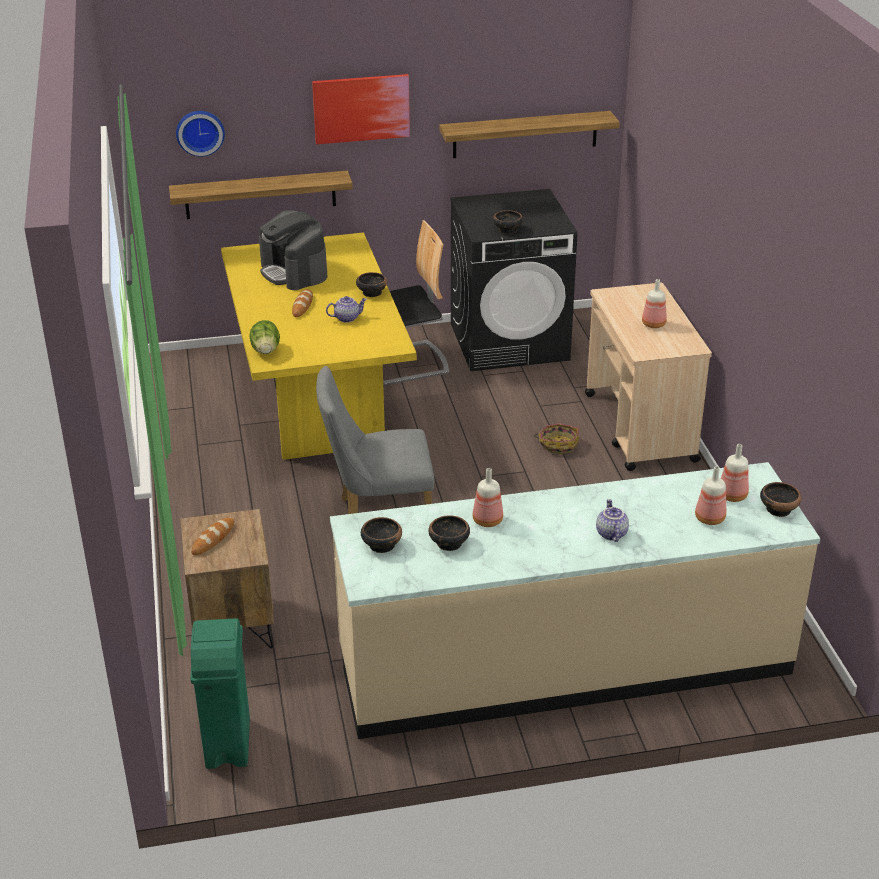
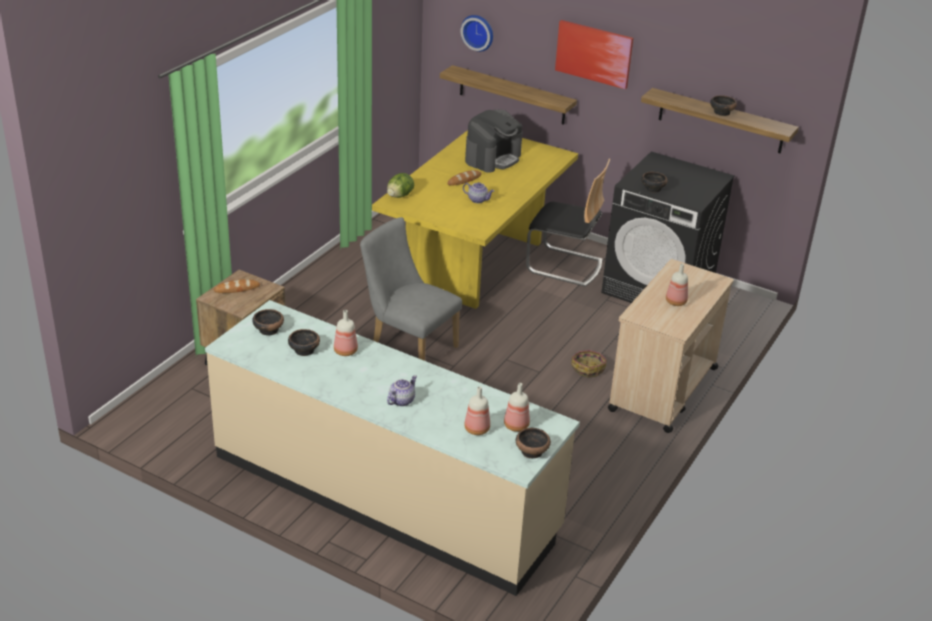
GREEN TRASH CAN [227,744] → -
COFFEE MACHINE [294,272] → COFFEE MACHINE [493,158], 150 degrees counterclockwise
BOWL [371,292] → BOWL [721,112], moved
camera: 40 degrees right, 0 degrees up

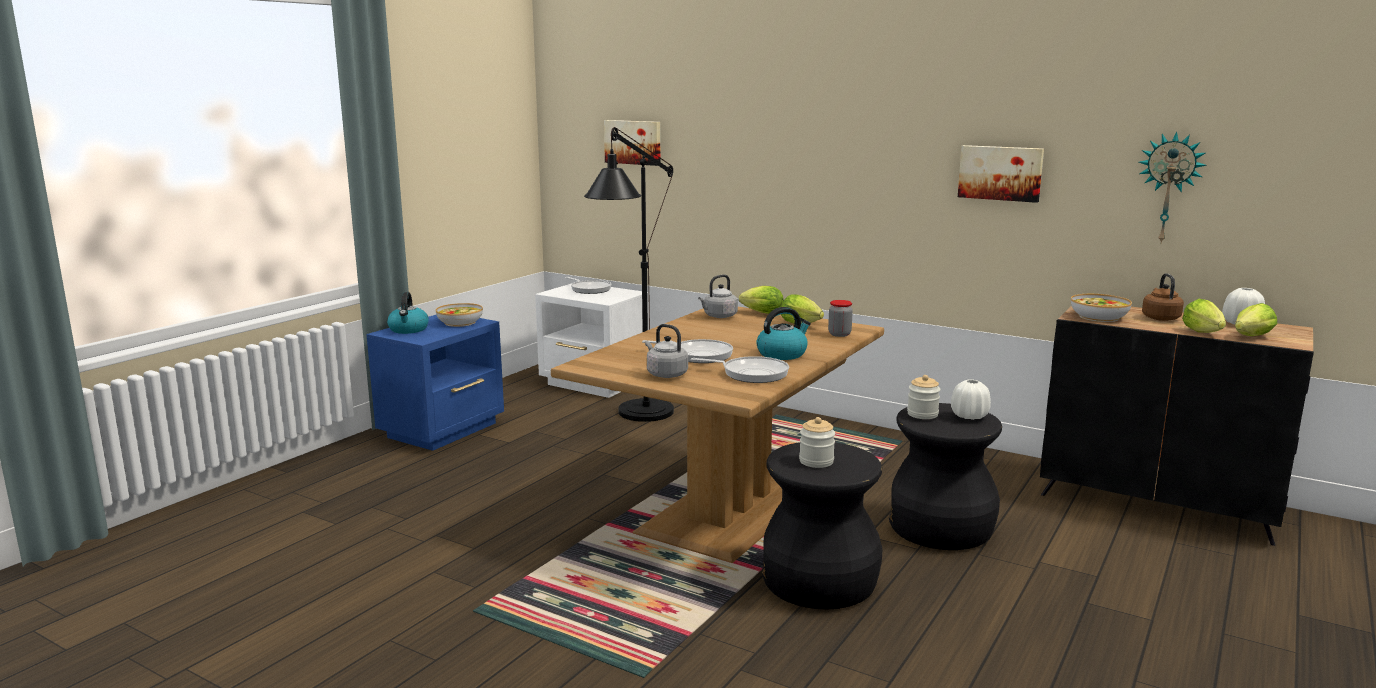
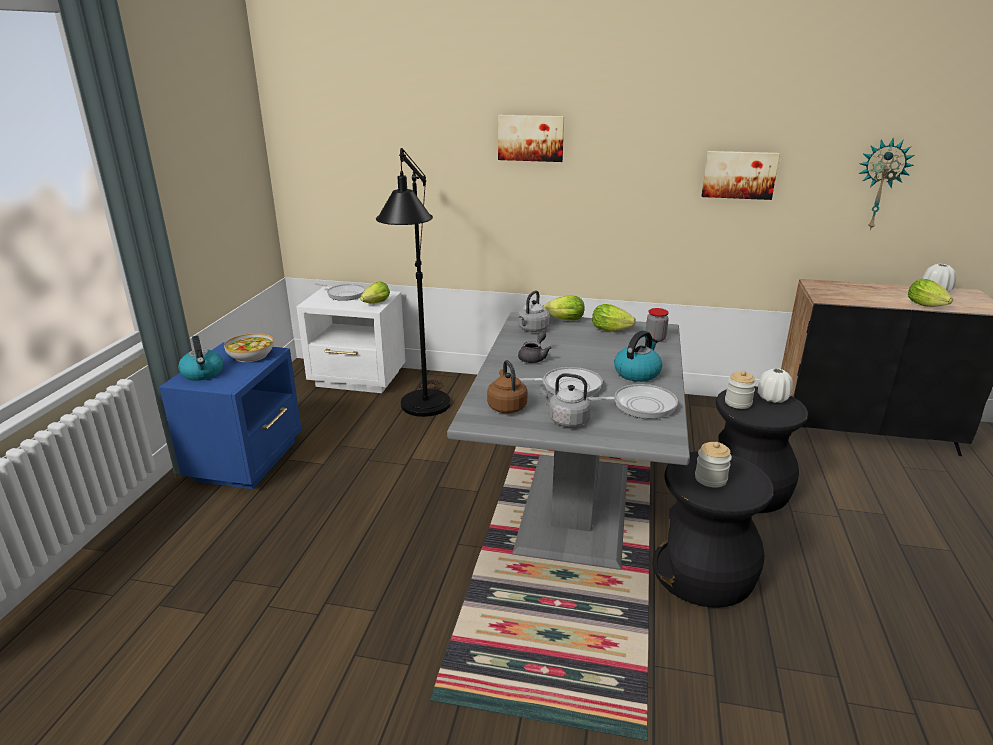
BROWN DINING TABLE [727,510] → GREY DINING TABLE [572,507]
PICTURE [633,142] → PICTURE [531,138], moved
BOWL [1099,317] → -
BROWN KETTLE [1160,318] → BROWN KETTLE [506,406], moved
LETTUCE [1250,337] → LETTUCE [375,304], moved
- → GREY TEAPOT [534,357]
camera: 20 degrees left, 10 degrees up

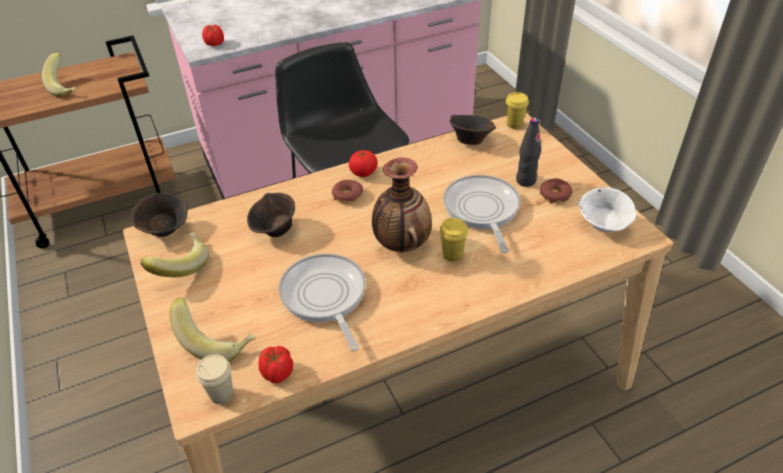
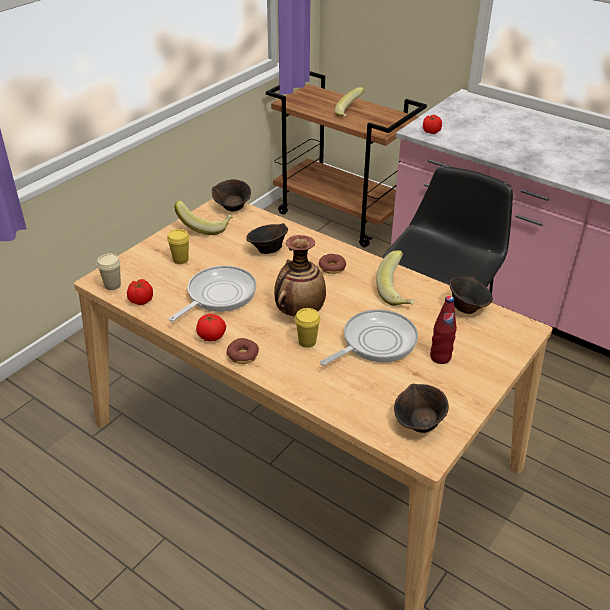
BANANA [217,341] → BANANA [398,293], moved
TOMATO [363,172] → TOMATO [211,337], moved
YELLOW CUP [514,124] → YELLOW CUP [180,260], moved
BLACK BOTTLE [525,181] → RED BOTTLE [440,357]
DONUT [555,195] → DONUT [243,355], moved
WHITE BOWL [603,226] → BROWN BOWL [419,424]
camera: 60 degrees right, 5 degrees down

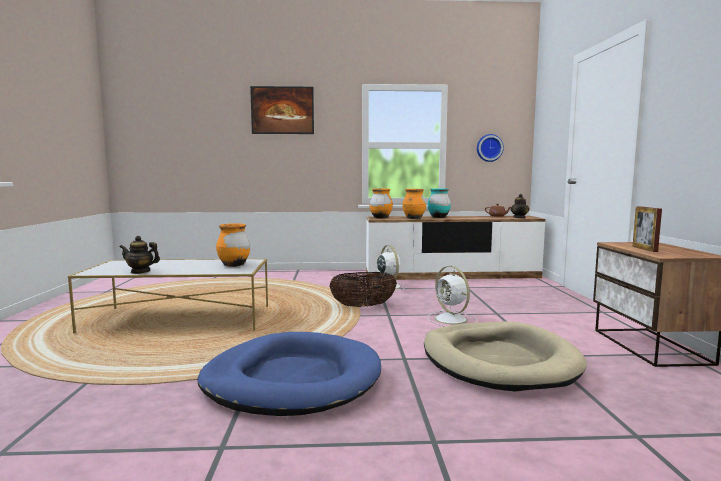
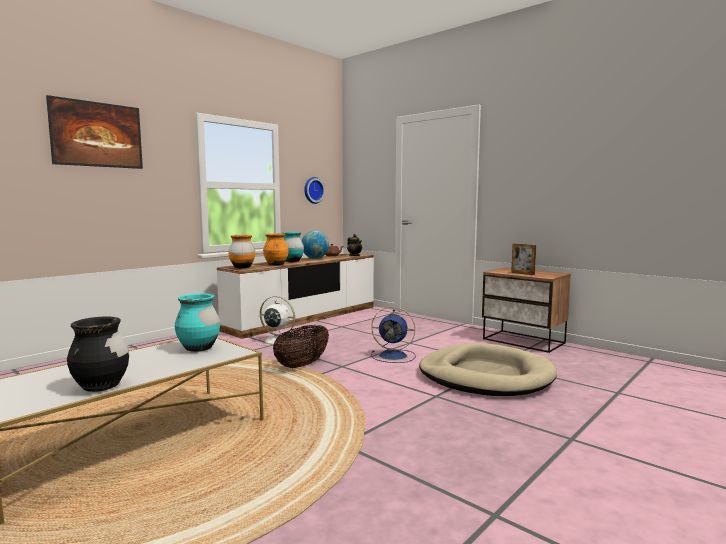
TEAPOT [140,271] → BLACK VASE [101,386]
BLUE DOG BED [292,379] → -
ORANGE VASE [234,265] → TURQUOISE VASE [199,348]
WHITE FAN [452,320] → BLUE FAN [394,356]
- → GLOBE [315,258]
camera: 45 degrees left, 0 degrees up

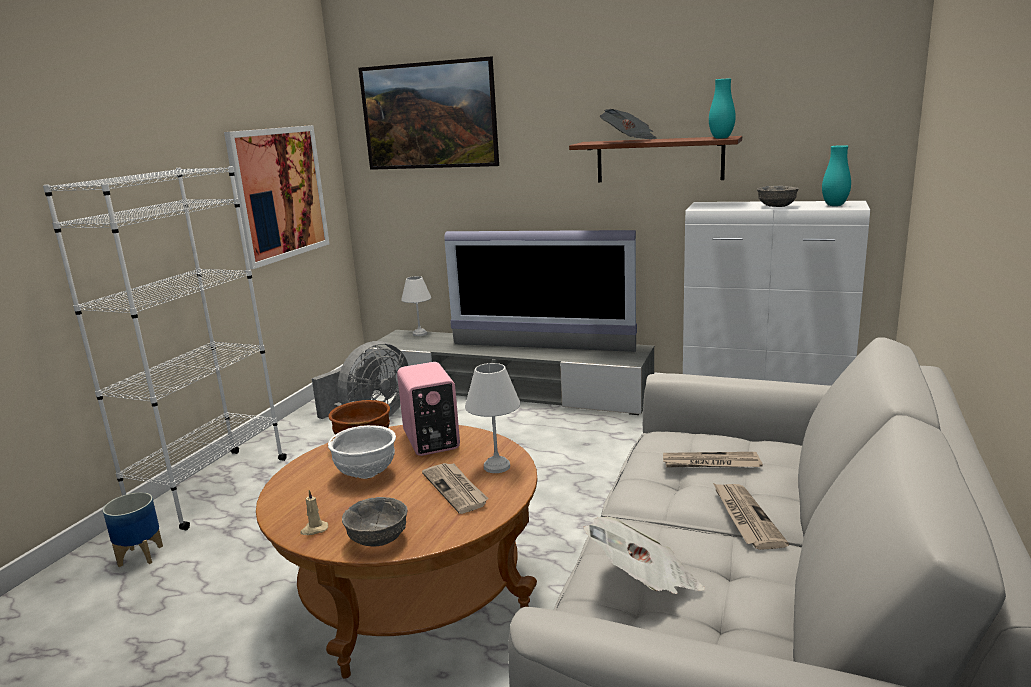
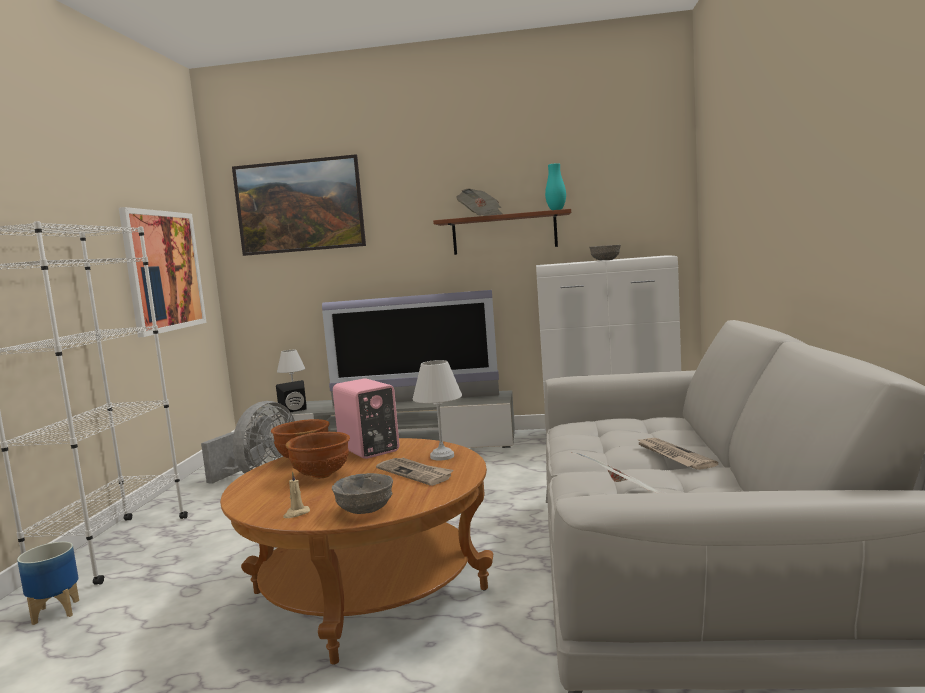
WHITE BOWL [367,474] → BROWN BOWL [322,475]
NEWSPAPER [710,463] → -
TURQUOISE VASE [834,205] → -
- → BLACK SPEAKER [295,411]
camera: 15 degrees left, 10 degrees down

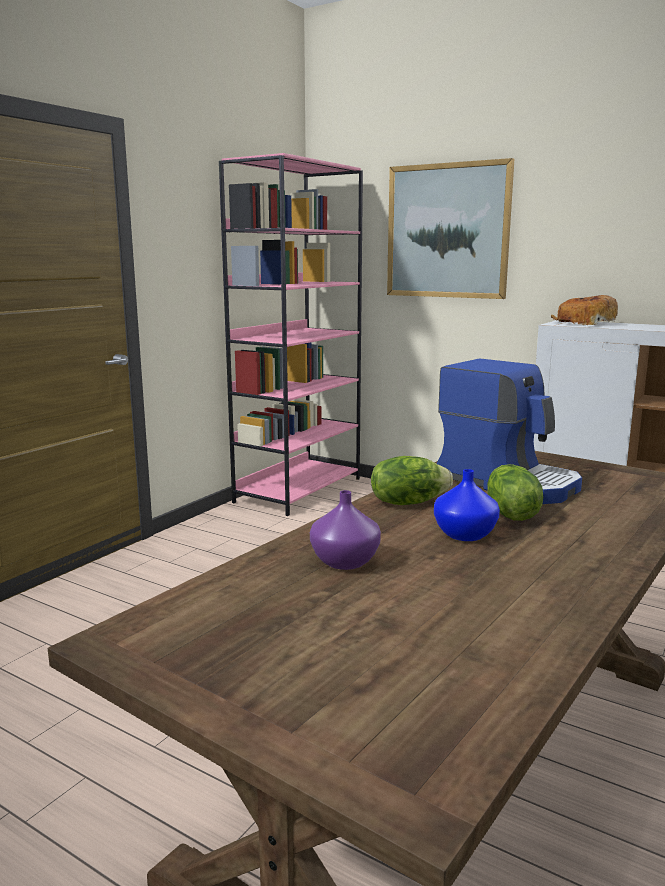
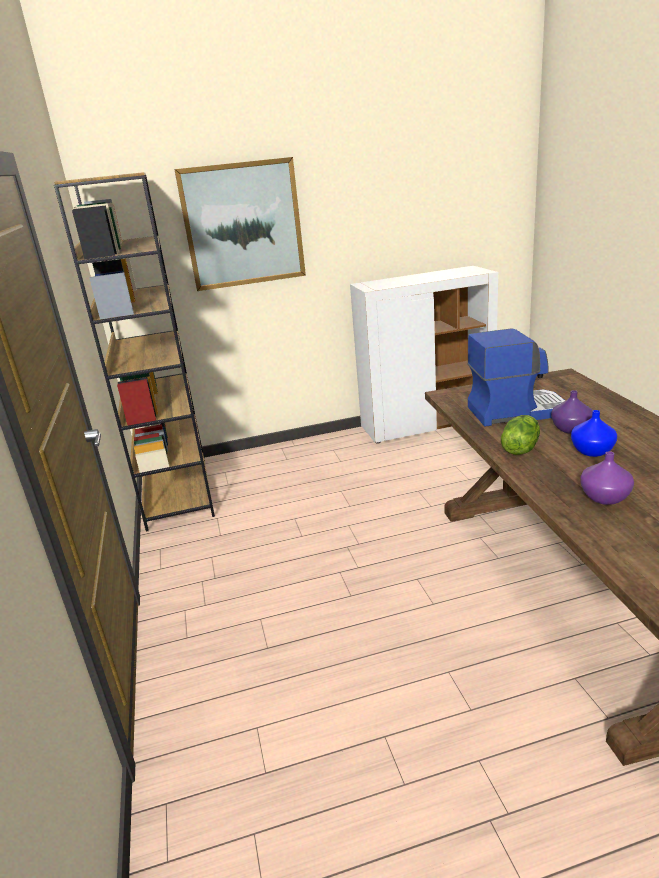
PINK BOOKCASE [298,490] → BROWN BOOKCASE [177,492]
LETTUCE [510,514] → PURPLE VASE [571,429]
BREAD [584,323] → -
camera: 45 degrees left, 10 degrees up

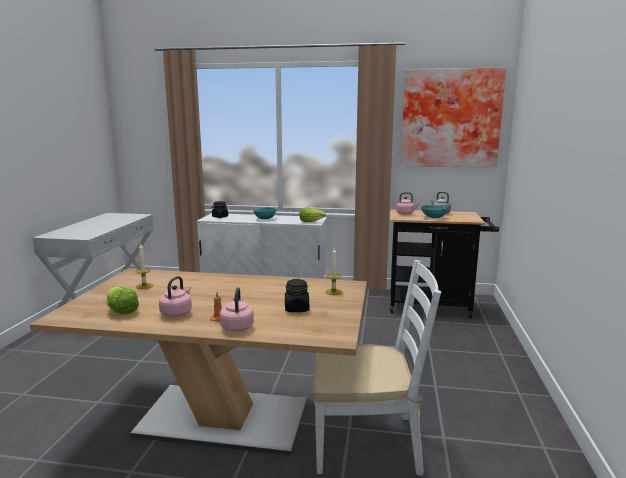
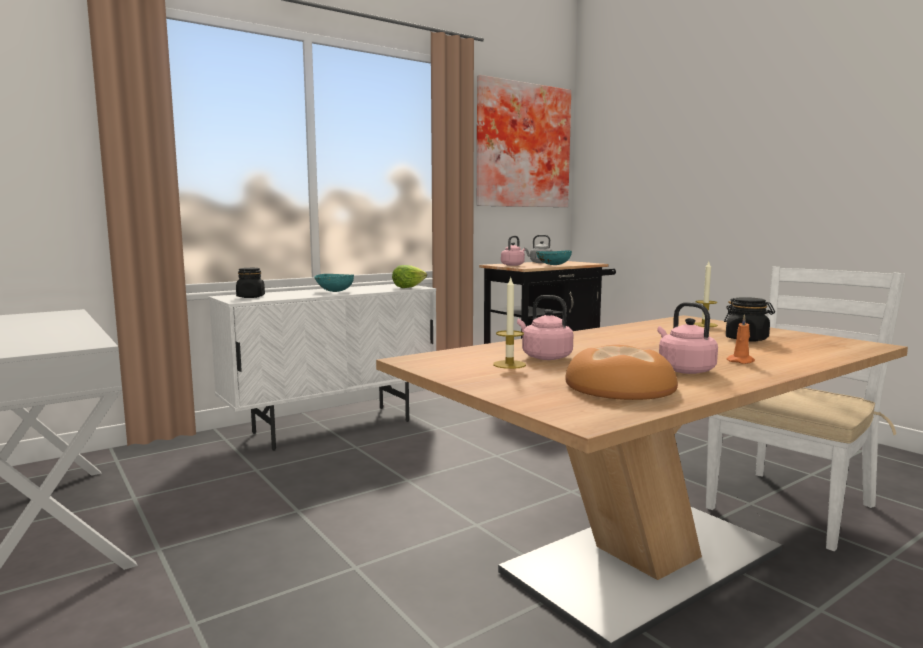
LETTUCE [121,311] → BREAD [620,387]
PINK KETTLE [237,327] → PINK KETTLE [544,357], moved
camera: 45 degrees left, 5 degrees down

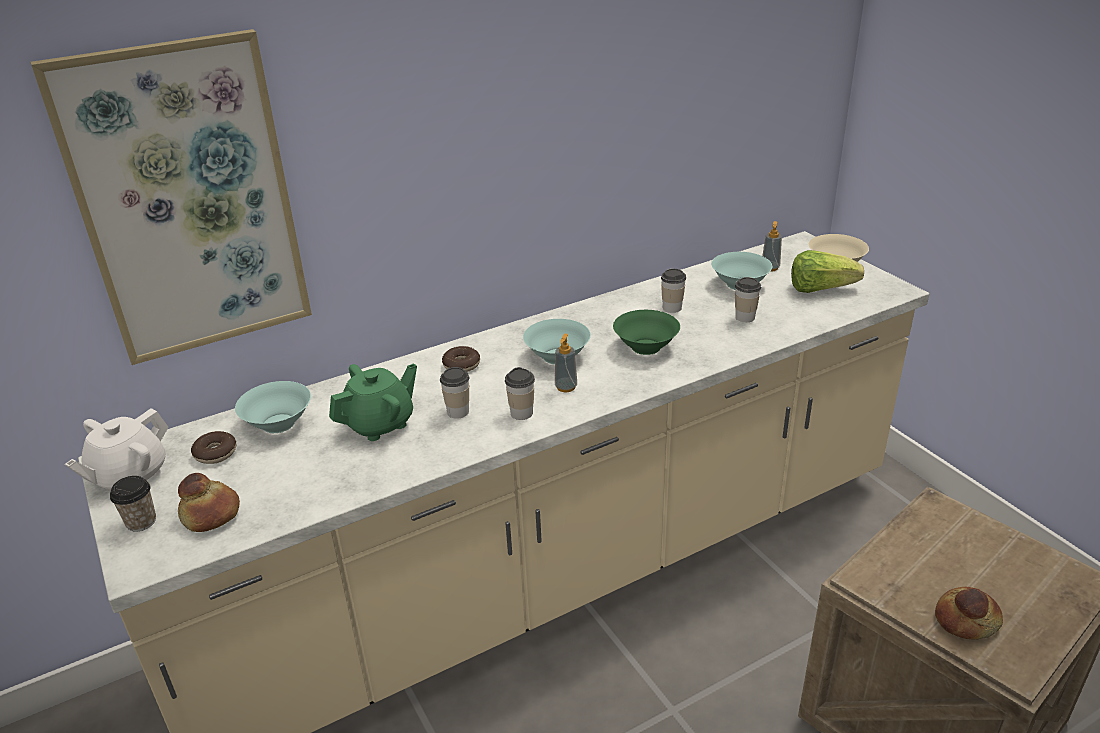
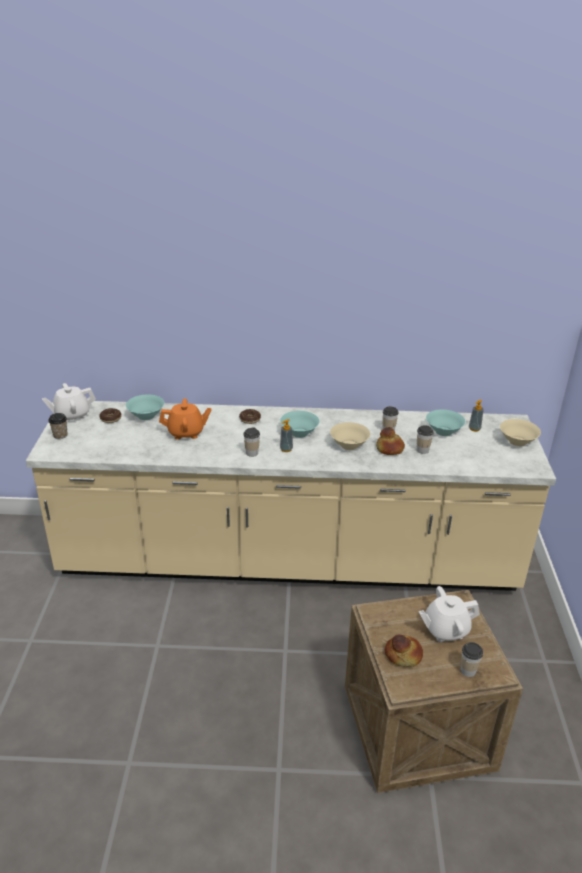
PICTURE [188,202] → -
BREAD [210,515] → BREAD [389,449], moved
GREEN TEAPOT [380,424] → ORANGE TEAPOT [186,433]
CUP [458,412] → CUP [468,670], moved
GREEN BOWL [645,347] → BEIGE BOWL [348,445]
LETTUCE [820,289] → -
- → WHITE TEAPOT [445,630]
camera: 30 degrees right, 0 degrees up

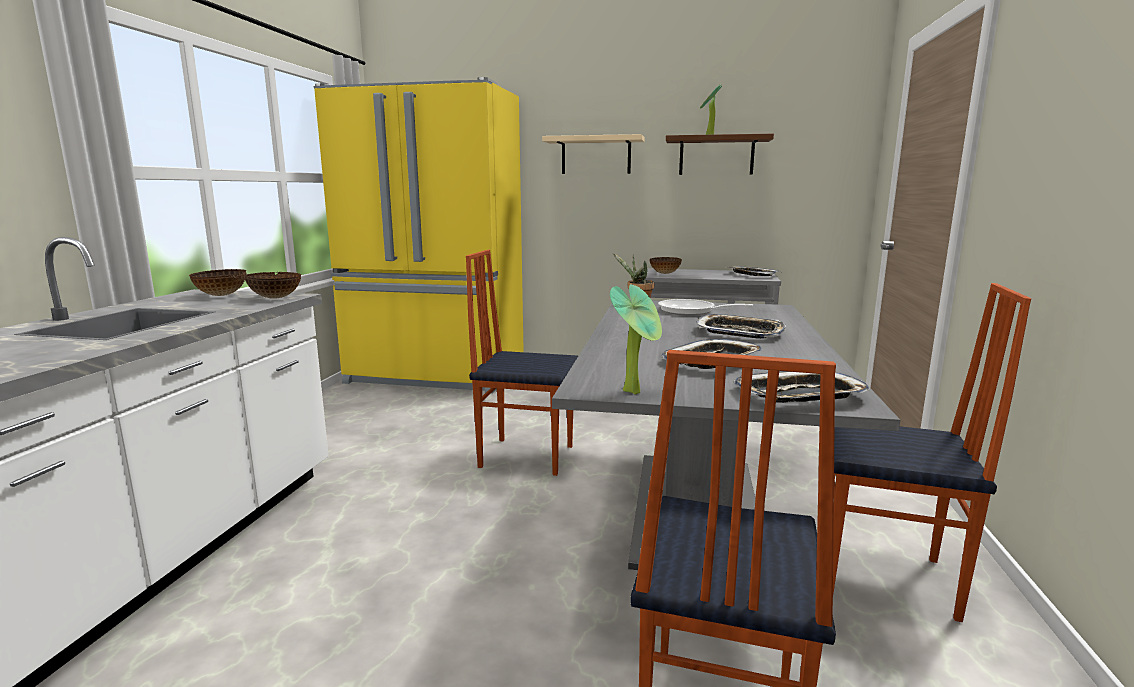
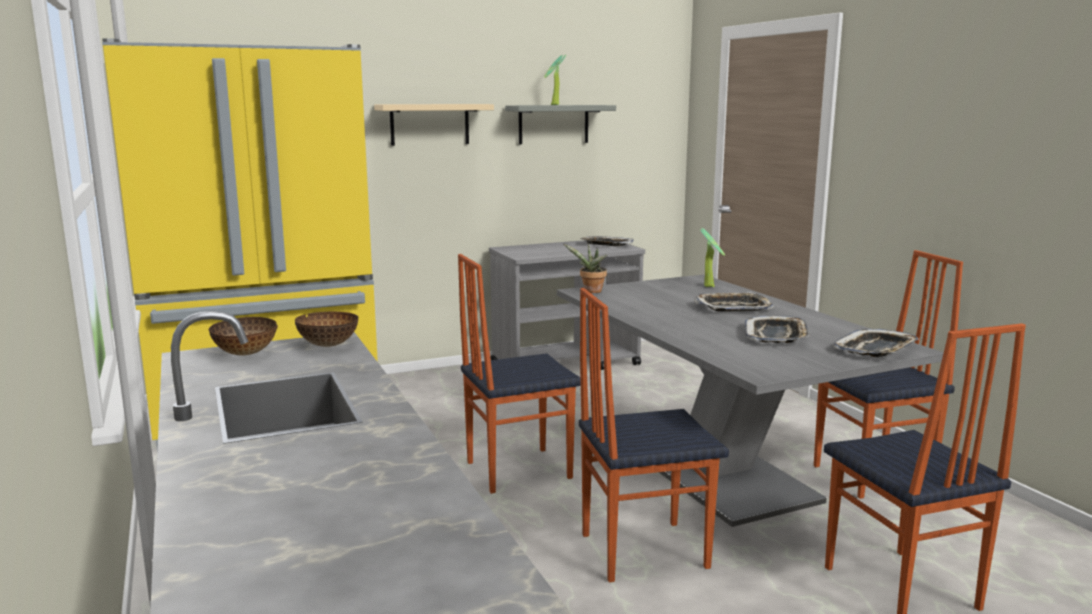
POTTED PLANT [635,391] → POTTED PLANT [710,286], moved
BOWL [664,273] → -
FRYING PAN [691,311] → -
BROWN SHELF [716,156] → GREY SHELF [553,124]
- → CHAIR [642,550]
camera: 35 degrees left, 0 degrees up

